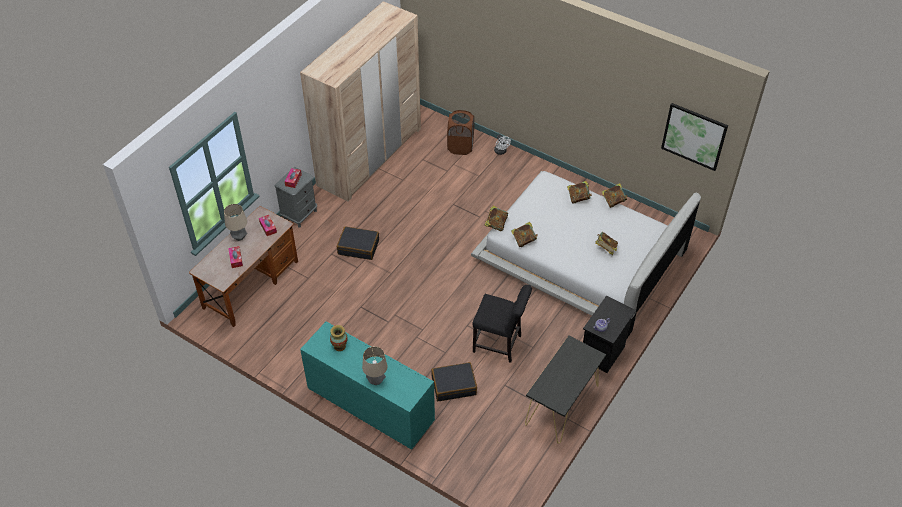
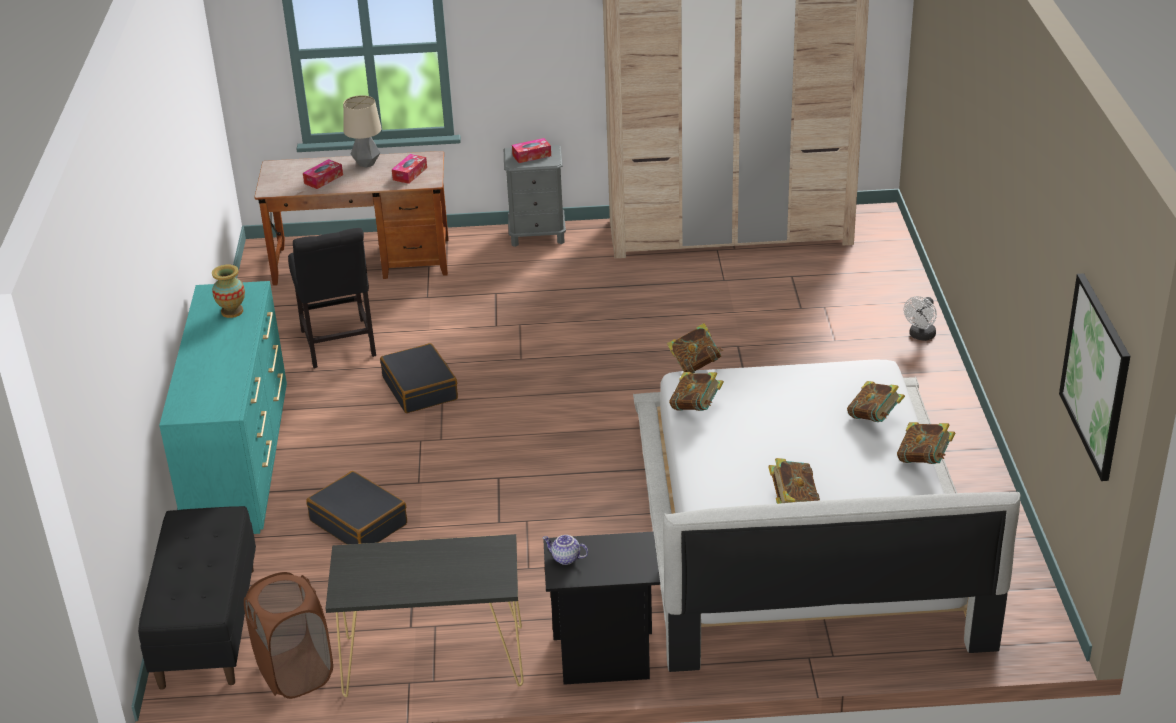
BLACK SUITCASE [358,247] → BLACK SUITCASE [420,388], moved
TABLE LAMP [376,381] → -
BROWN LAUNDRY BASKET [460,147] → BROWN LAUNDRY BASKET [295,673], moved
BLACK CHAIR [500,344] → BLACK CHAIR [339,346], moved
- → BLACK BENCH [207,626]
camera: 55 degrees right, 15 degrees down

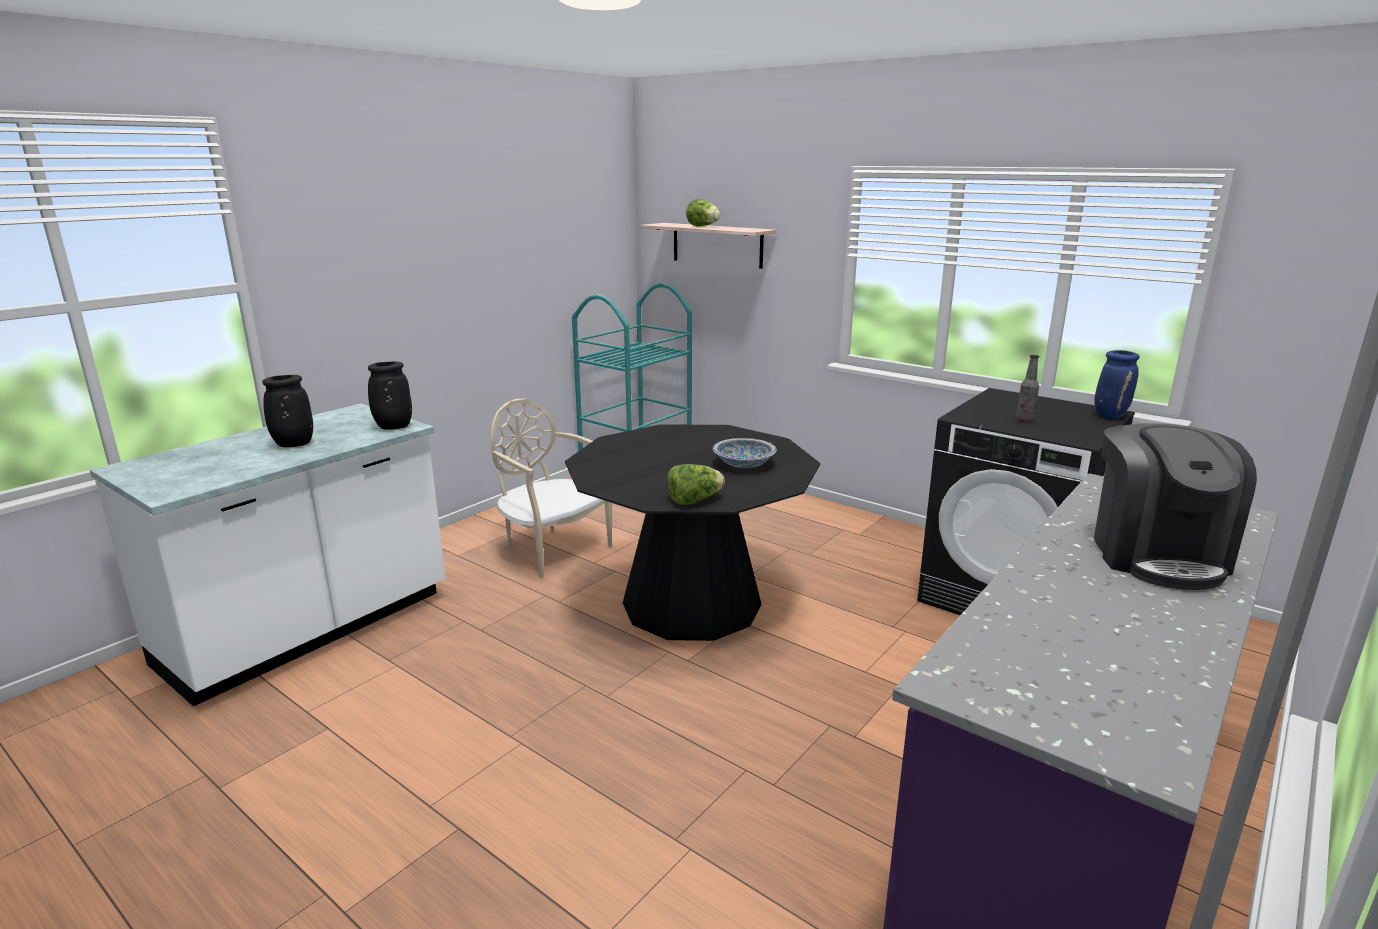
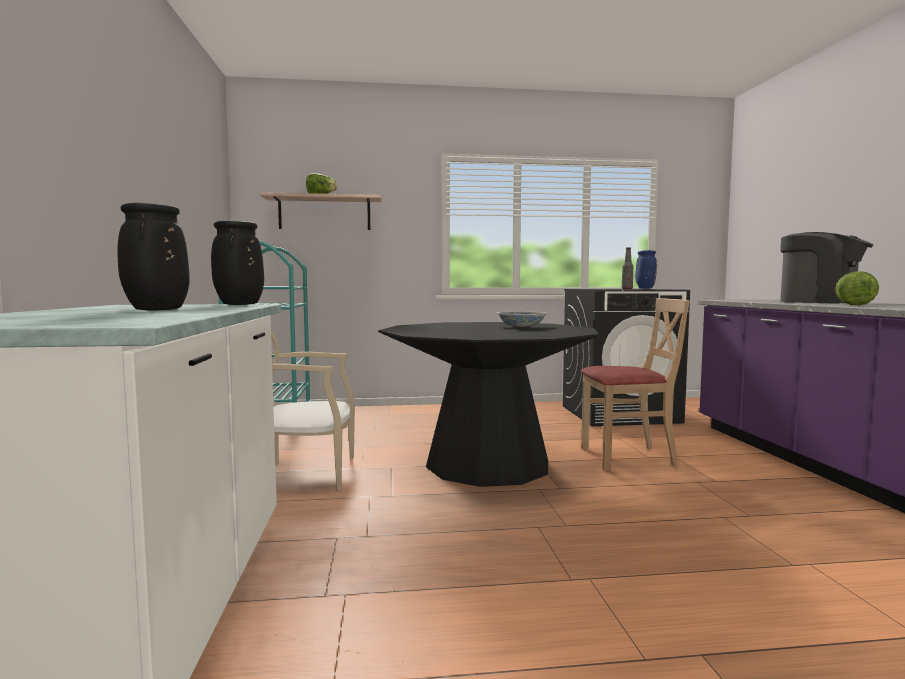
LETTUCE [694,501] → LETTUCE [852,305], moved
- → BEIGE CHAIR [627,457]
camera: 45 degrees left, 15 degrees down

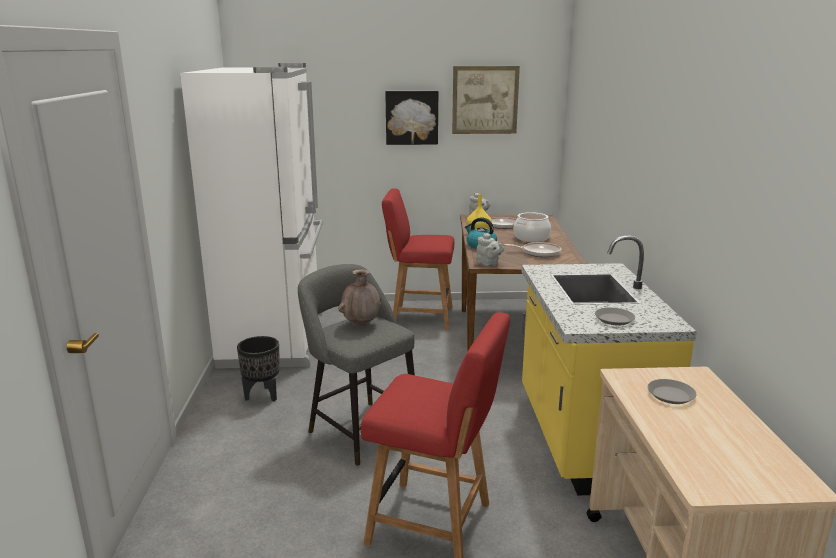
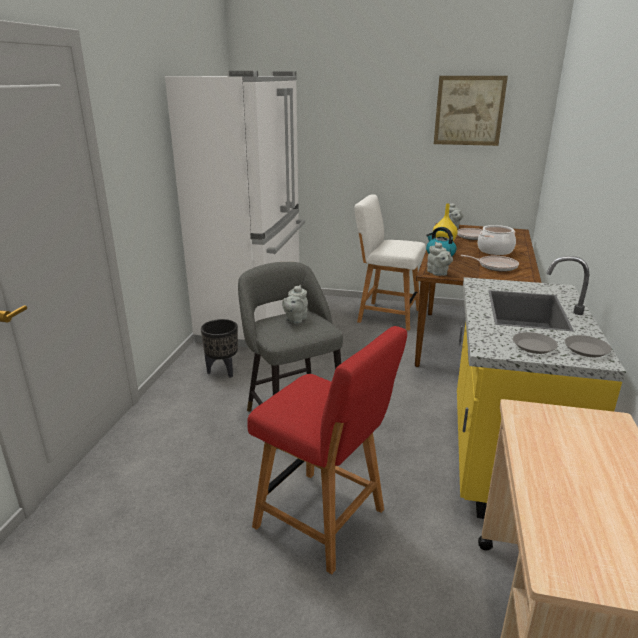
BROWN VASE [361,324] → GREY TEAPOT [295,319]
RED CHAIR [418,316] → WHITE CHAIR [385,315]
PICTURE [411,117] → -
GREY PLATE [671,395] → GREY PLATE [586,350], moved
camera: 15 degrees right, 5 degrees up

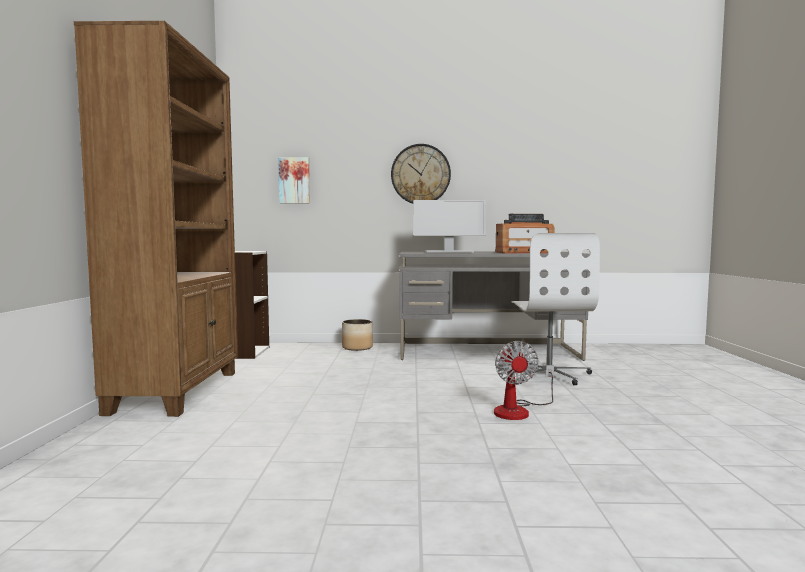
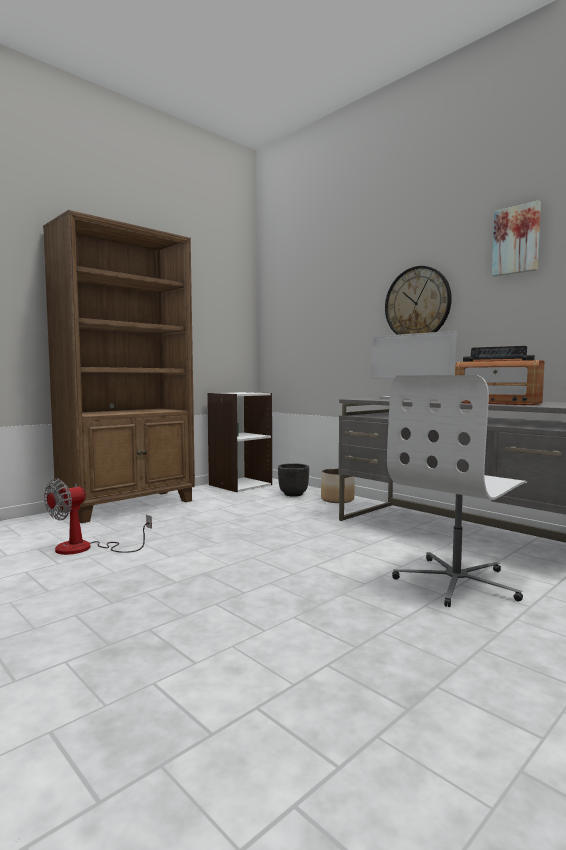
PICTURE [294,180] → PICTURE [516,240], moved
FAN [518,410] → FAN [86,548], moved
- → BLACK PLANTER [293,494]
camera: 45 degrees right, 0 degrees up

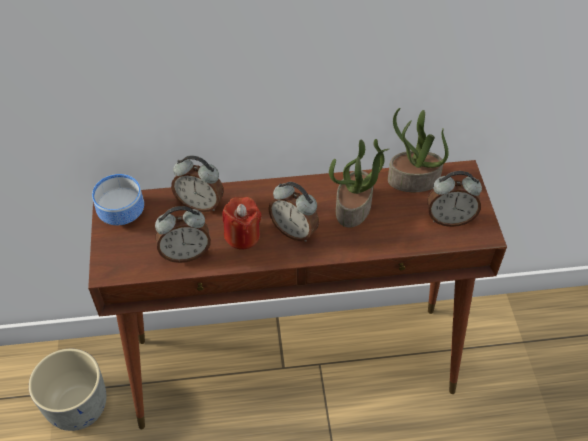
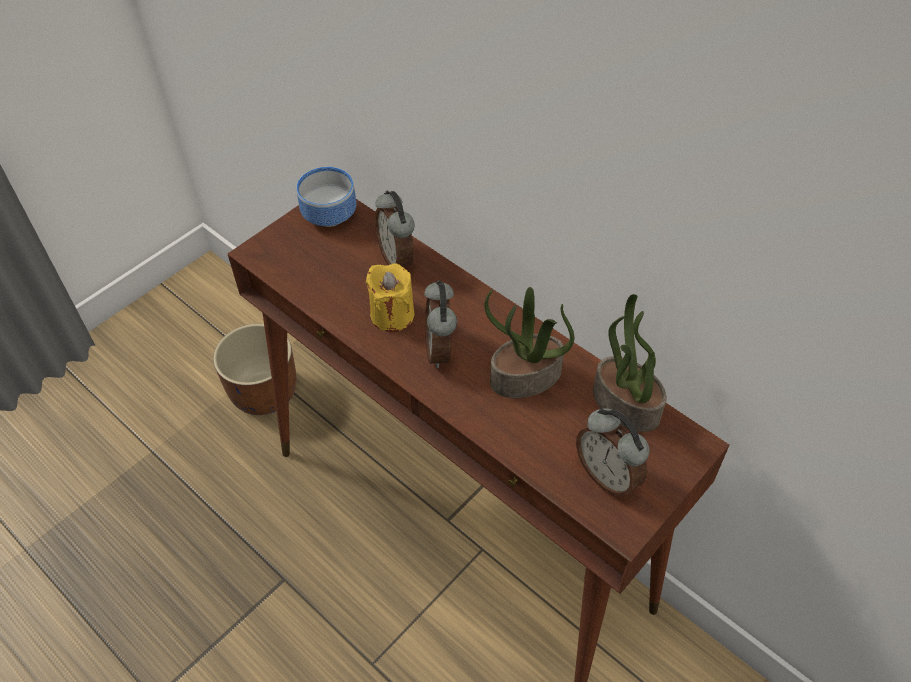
GREY PLANTER [77,407] → BROWN PLANTER [263,392]
ALARM CLOCK [185,253] → -
RED CANDLE [242,236] → YELLOW CANDLE [392,315]
camera: 50 degrees right, 0 degrees up

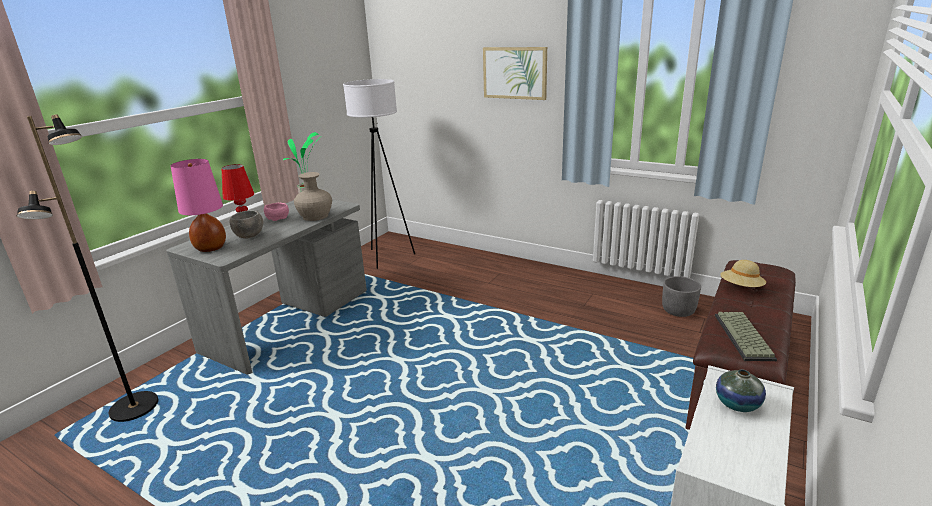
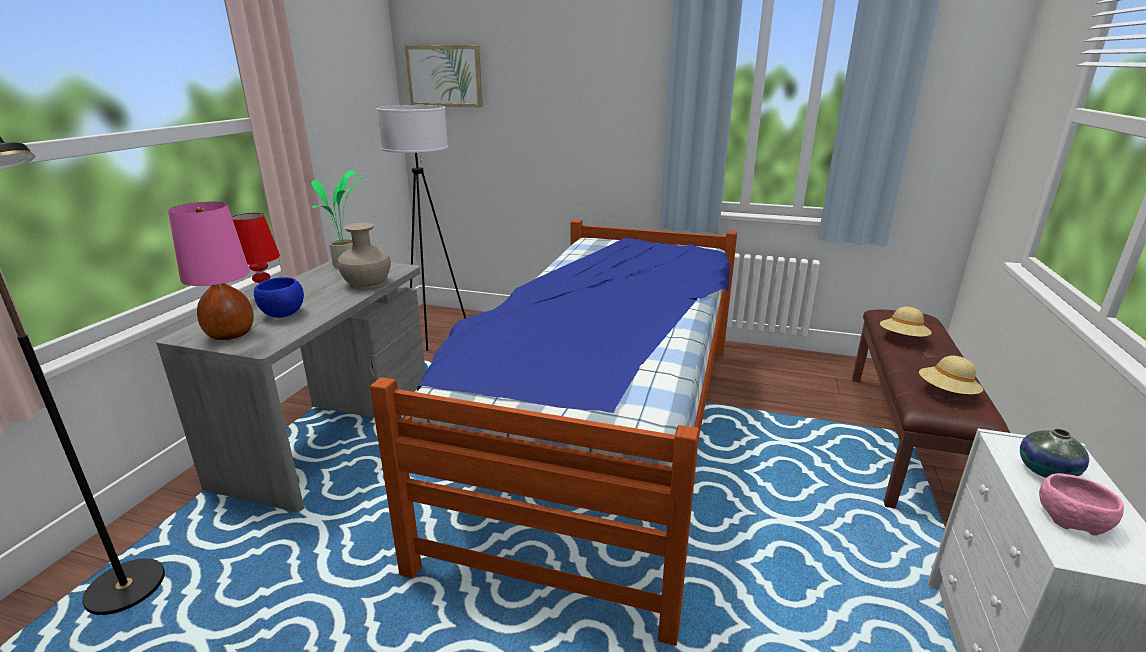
GREY BOWL [249,236] → BLUE BOWL [283,314]
PINK BOWL [278,218] → PINK BOWL [1071,517], moved
PICTURE [515,73] → PICTURE [445,76], moved
GREY PLANTER [678,311] → -
KEYBOARD [745,337] → BEIGE HAT [946,393]
- → BED [603,433]
camera: 15 degrees left, 0 degrees up

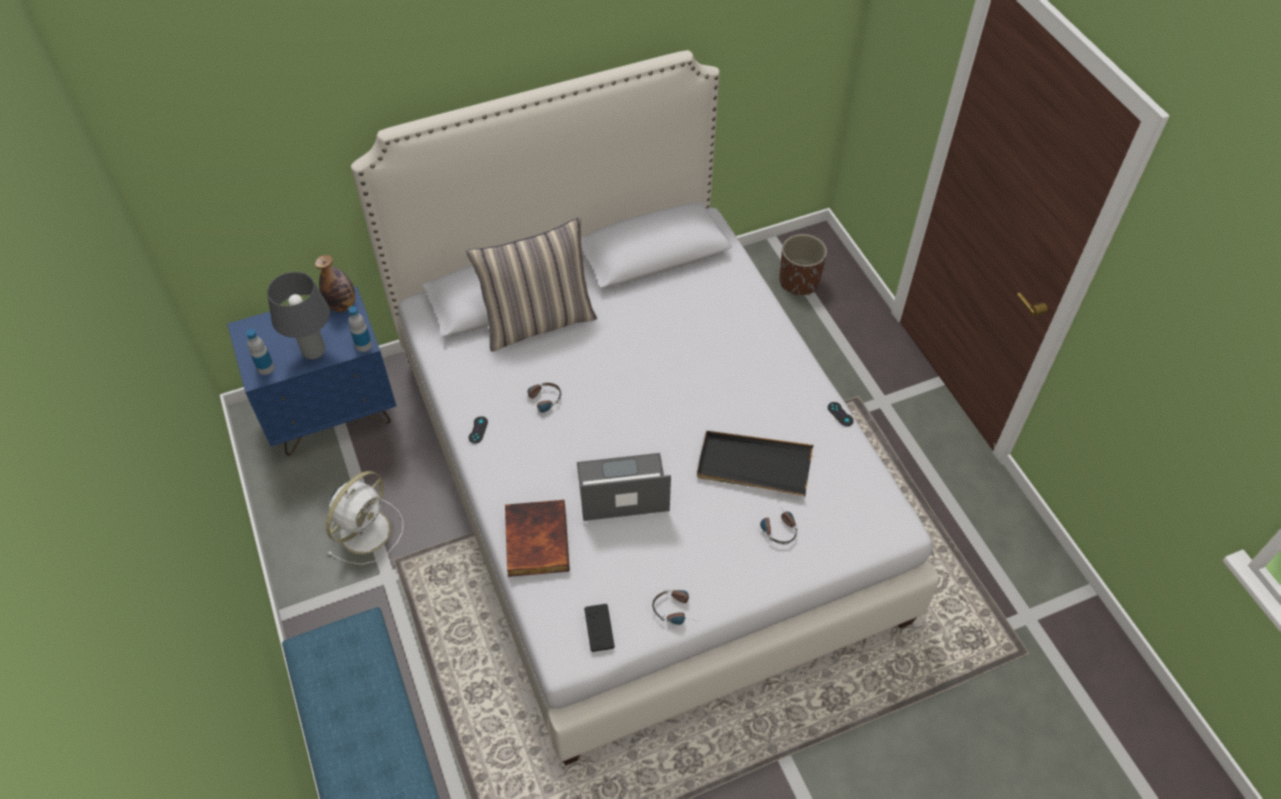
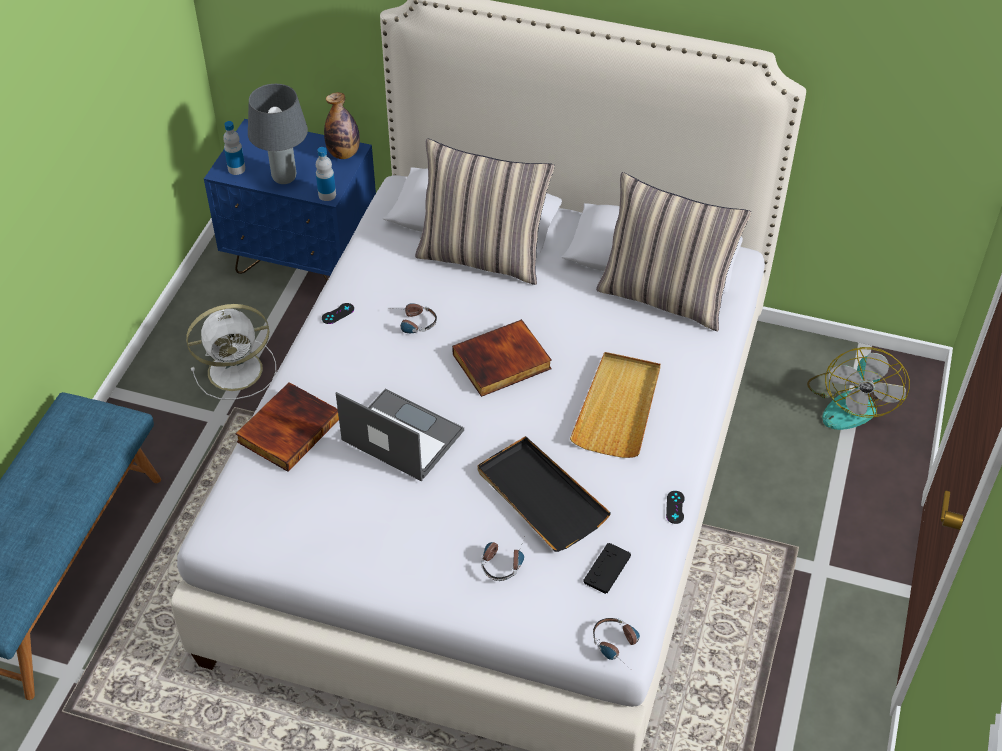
BLACK GAME CONTROLLER [599,628] → BLACK GAME CONTROLLER [607,569], moved
HEADPHONES [678,610] → HEADPHONES [619,646], moved
BROWN PLANTER [799,281] → FAN [850,402]
- → BOOK [502,363]
- → BEIGE TRAY [618,407]
- → PILLOW [665,296]
camera: 40 degrees right, 5 degrees down

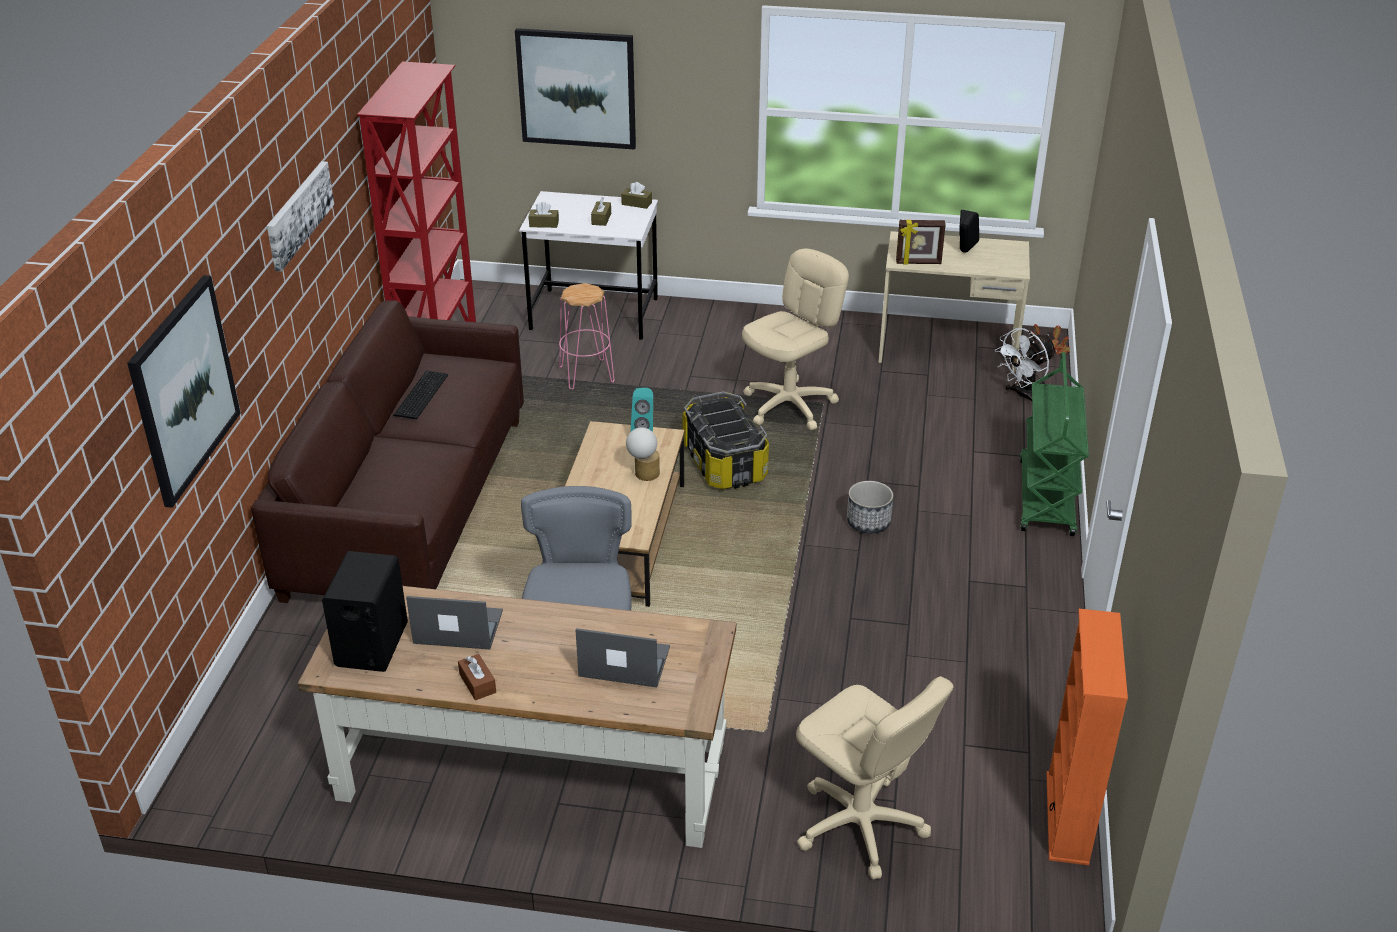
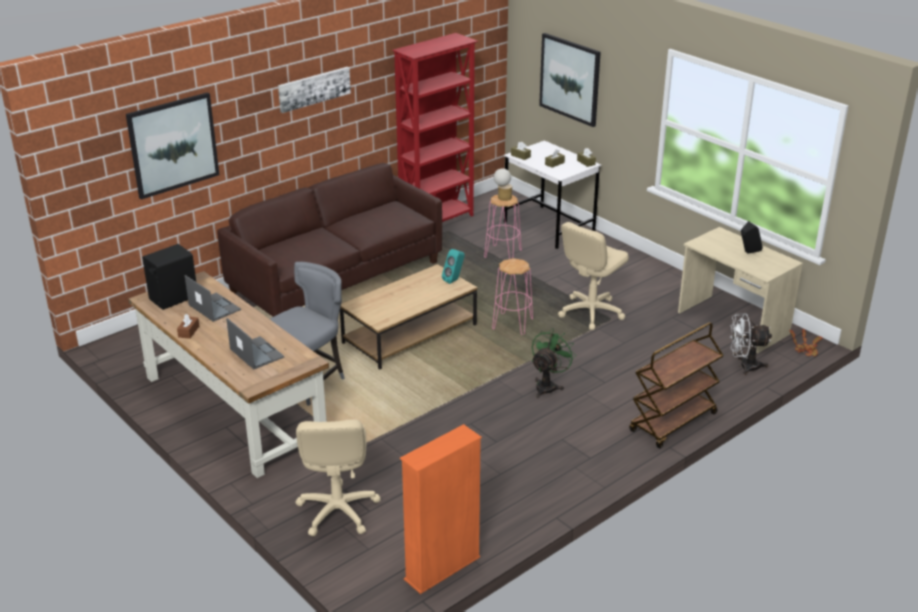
KEYBOARD [419,395] → -
TABLE LAMP [643,474] → TABLE LAMP [502,197], moved
STORAGE BOX [723,463] → PINK STOOL [512,324]
BEIGE OFFICE CHAIR [789,405] → BEIGE OFFICE CHAIR [590,312], 135 degrees clockwise
PLANTER [868,522] → GREEN FAN [548,386]
PICTURE FRAME [918,263] → -
GREEN CART [1046,499] → BROWN CART [673,423]
camera: 40 degrees right, 5 degrees down

